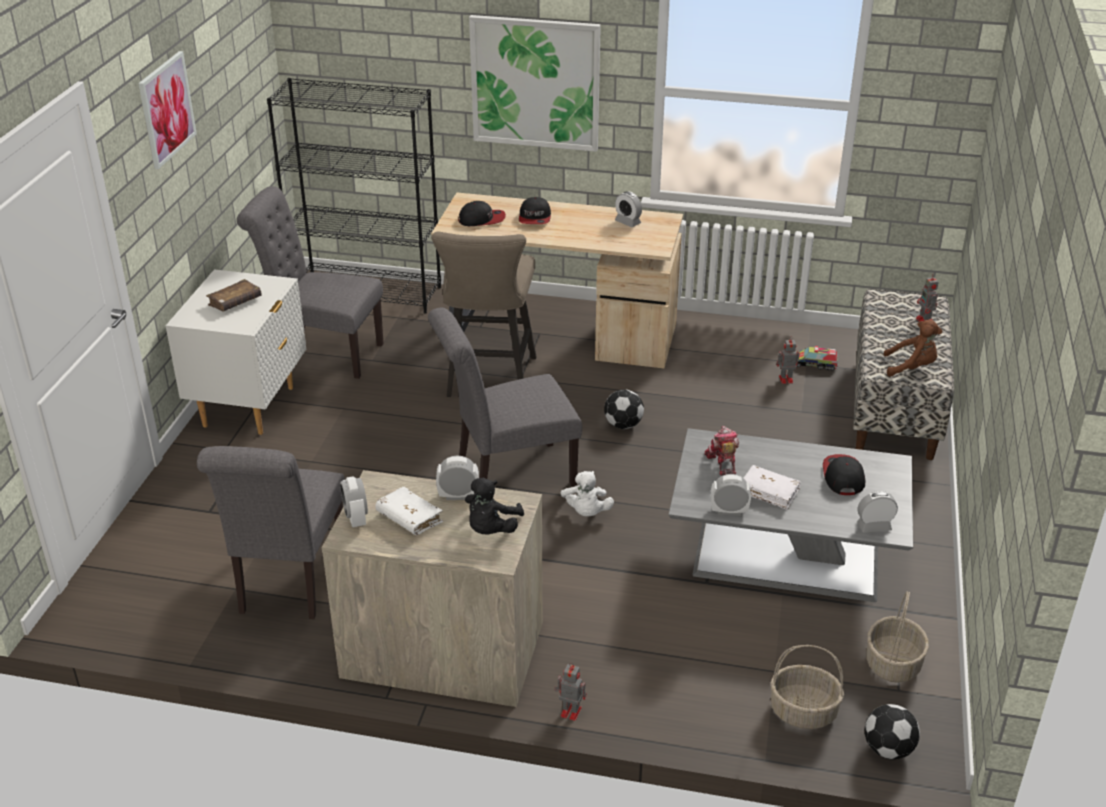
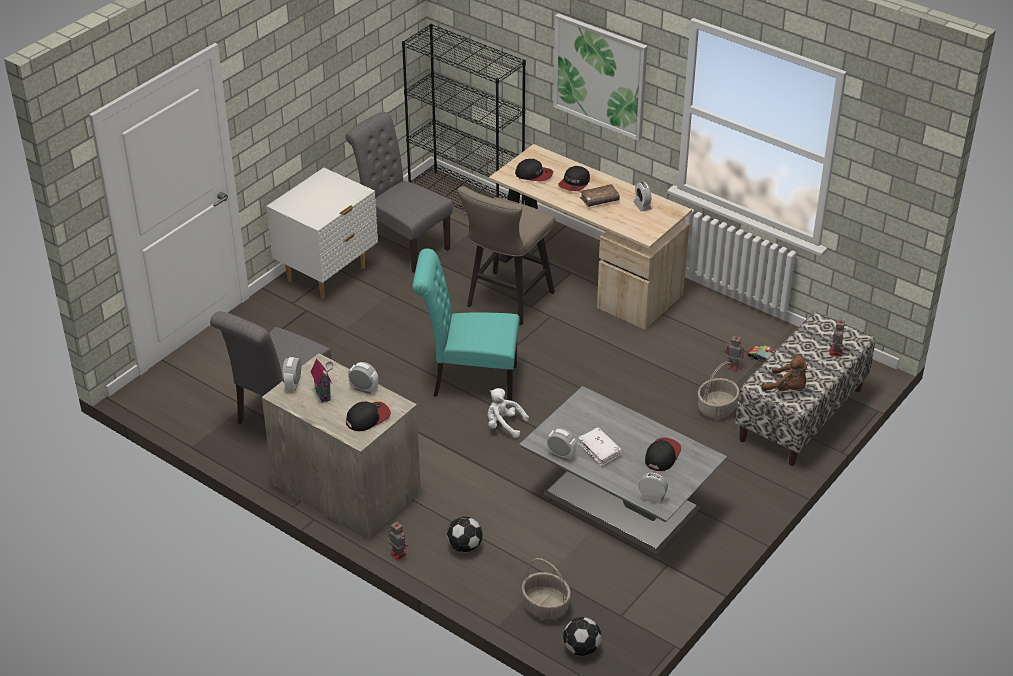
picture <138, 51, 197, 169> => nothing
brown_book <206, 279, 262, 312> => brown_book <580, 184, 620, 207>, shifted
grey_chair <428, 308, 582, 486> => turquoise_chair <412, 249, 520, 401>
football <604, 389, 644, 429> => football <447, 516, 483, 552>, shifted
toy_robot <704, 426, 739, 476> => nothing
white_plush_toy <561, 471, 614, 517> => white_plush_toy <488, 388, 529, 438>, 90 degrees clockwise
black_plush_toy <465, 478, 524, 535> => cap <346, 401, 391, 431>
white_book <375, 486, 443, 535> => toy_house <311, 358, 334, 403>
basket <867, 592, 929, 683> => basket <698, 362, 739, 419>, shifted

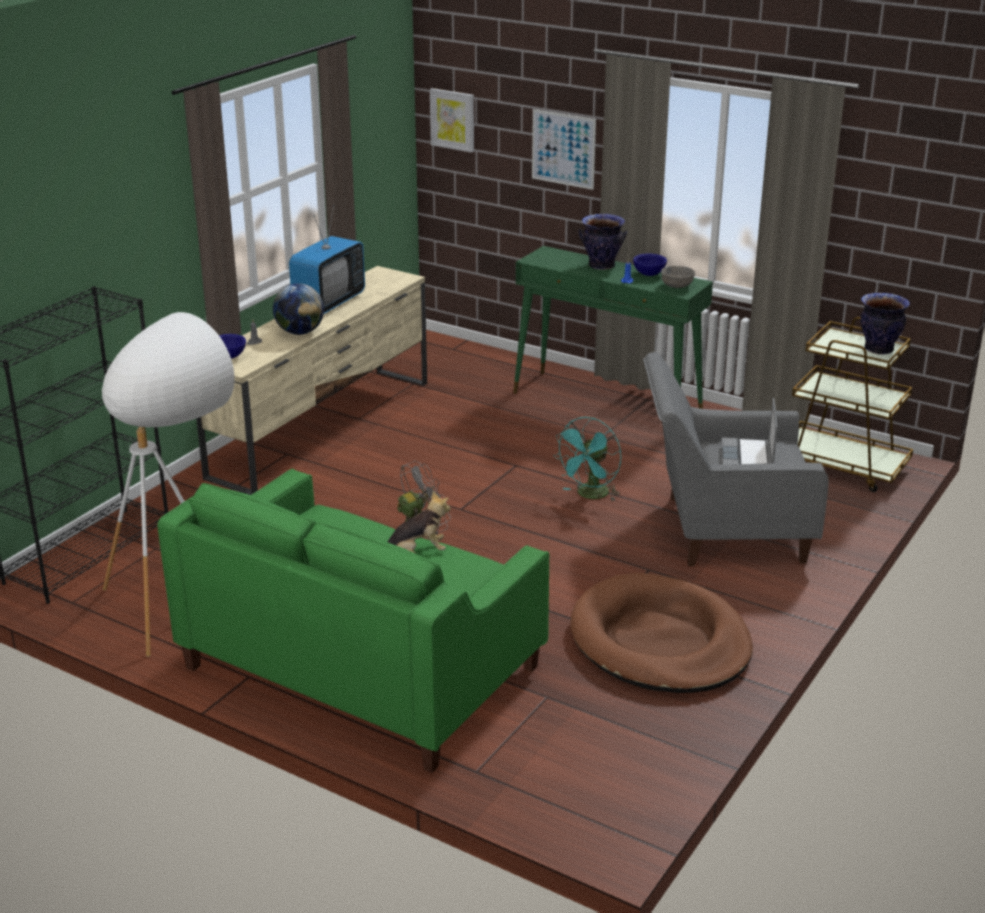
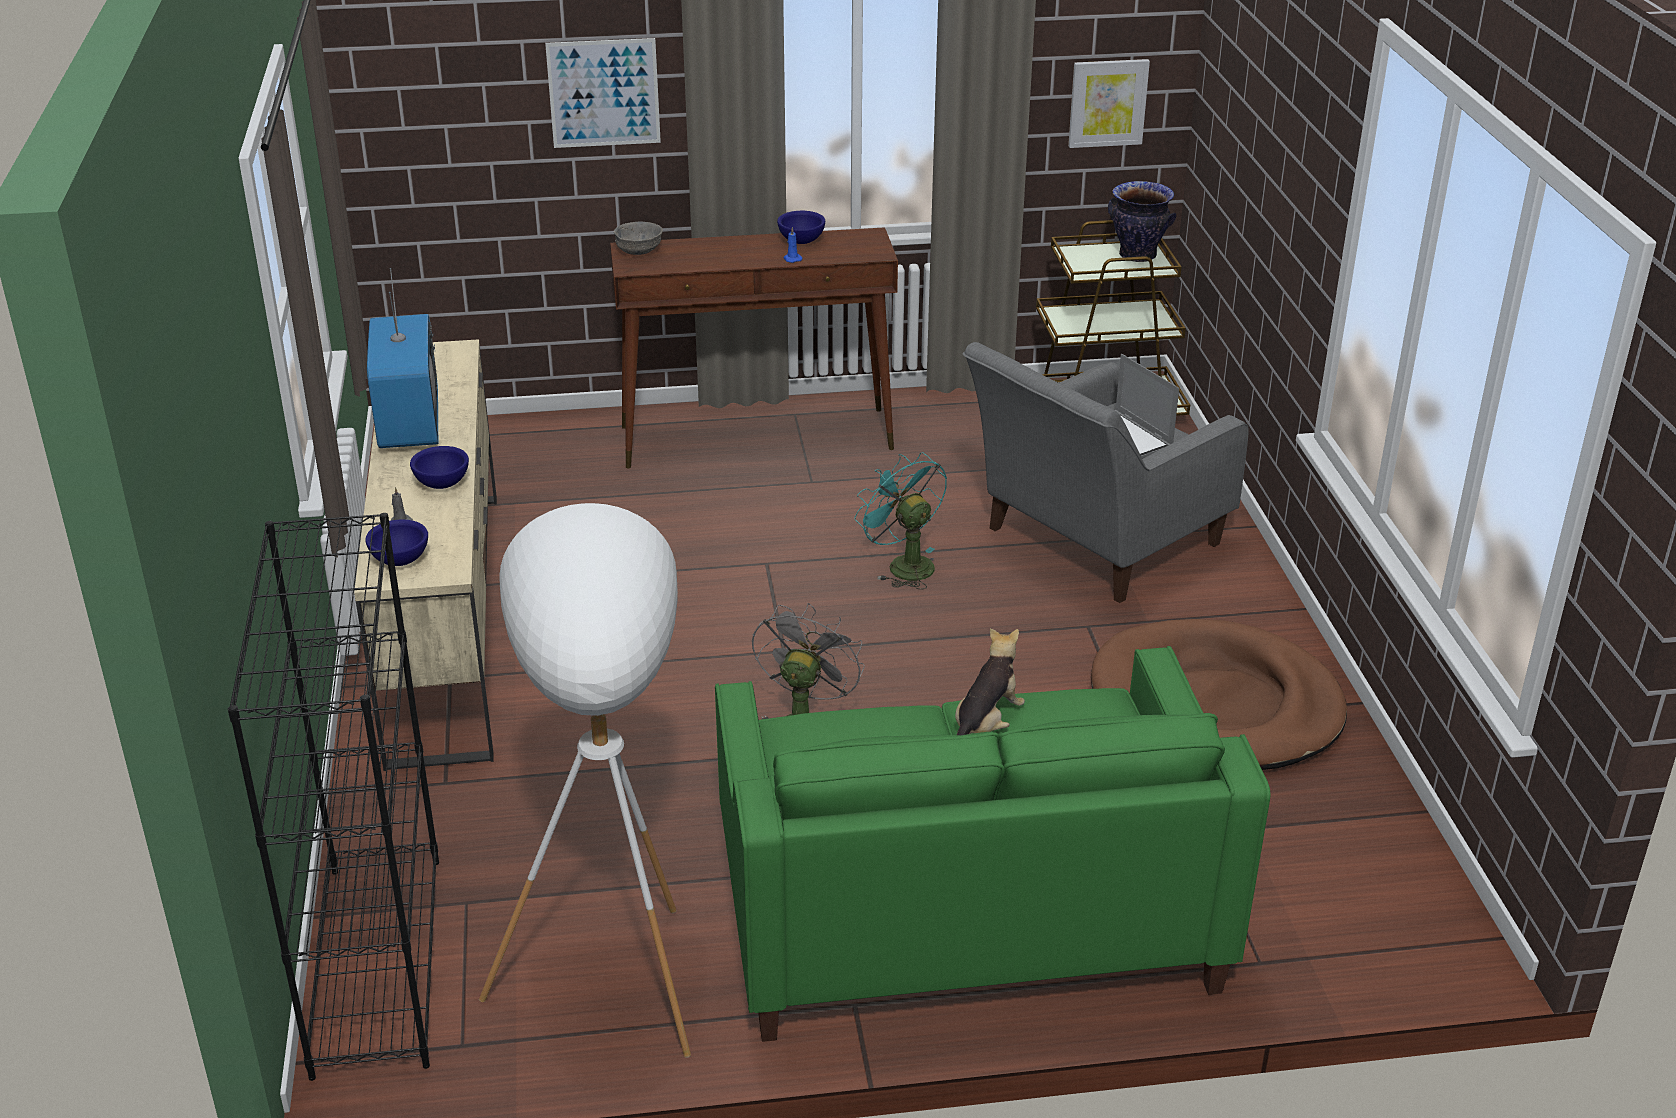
picture <430, 88, 474, 153> => picture <1068, 59, 1150, 148>, shifted
vase <578, 214, 628, 270> => nothing
green_console_table <513, 246, 713, 409> => brown_console_table <610, 227, 898, 468>
grey_bowl <661, 266, 695, 288> => grey_bowl <614, 221, 663, 255>, shifted
globe <273, 283, 324, 335> => blue_bowl <410, 446, 469, 489>
turquoise_fan <553, 417, 621, 501> => turquoise_fan <854, 452, 947, 590>, 150 degrees clockwise

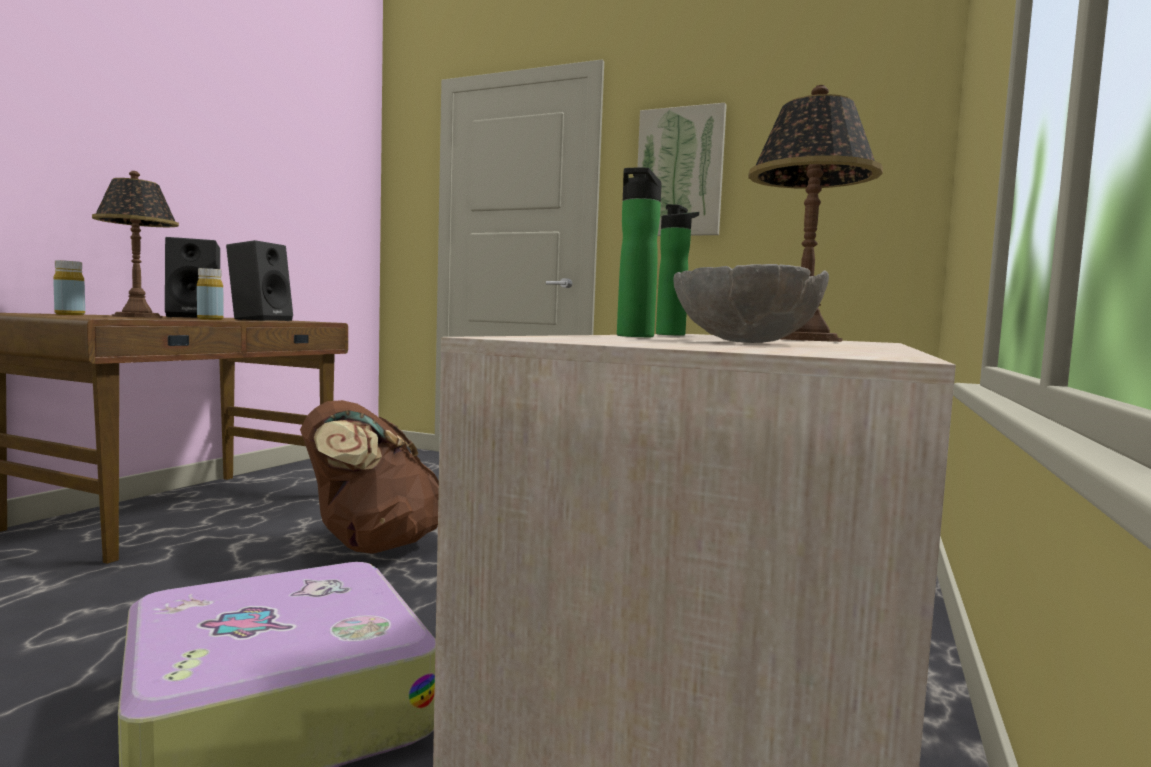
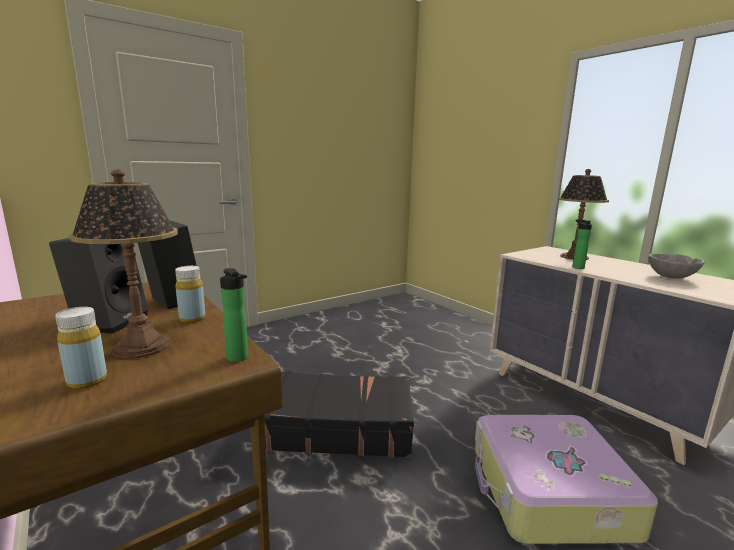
picture <637, 103, 727, 236> => nothing
bottle <617, 167, 662, 337> => bottle <220, 268, 248, 362>, shifted
brown_backpack <300, 400, 439, 554> => black_suitcase <251, 371, 414, 458>

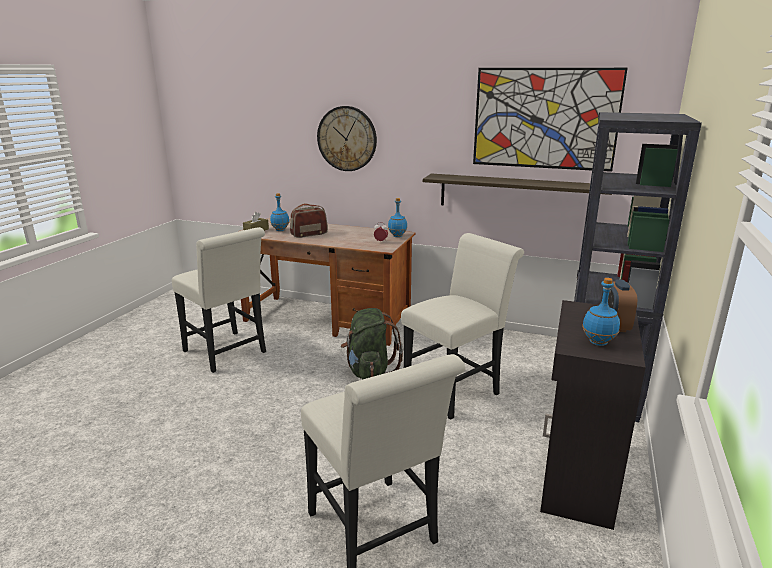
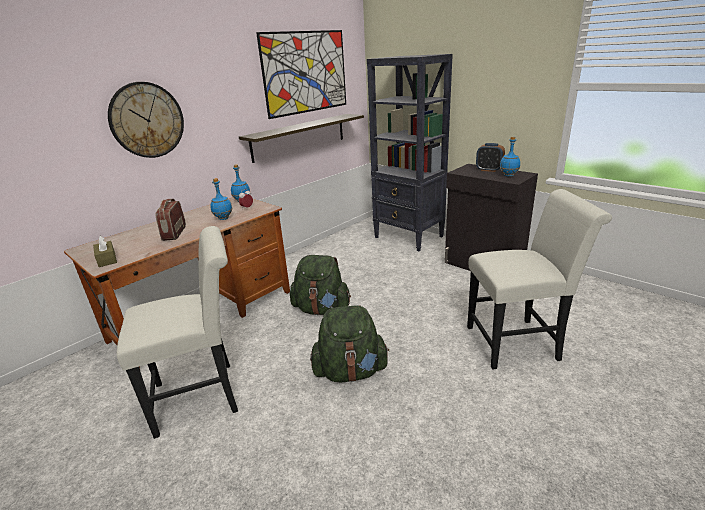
blue_bottle <270, 193, 290, 231> => blue_bottle <210, 178, 232, 220>, shifted
white_chair <401, 233, 524, 420> => nothing
nothing => green_backpack <310, 305, 389, 383>

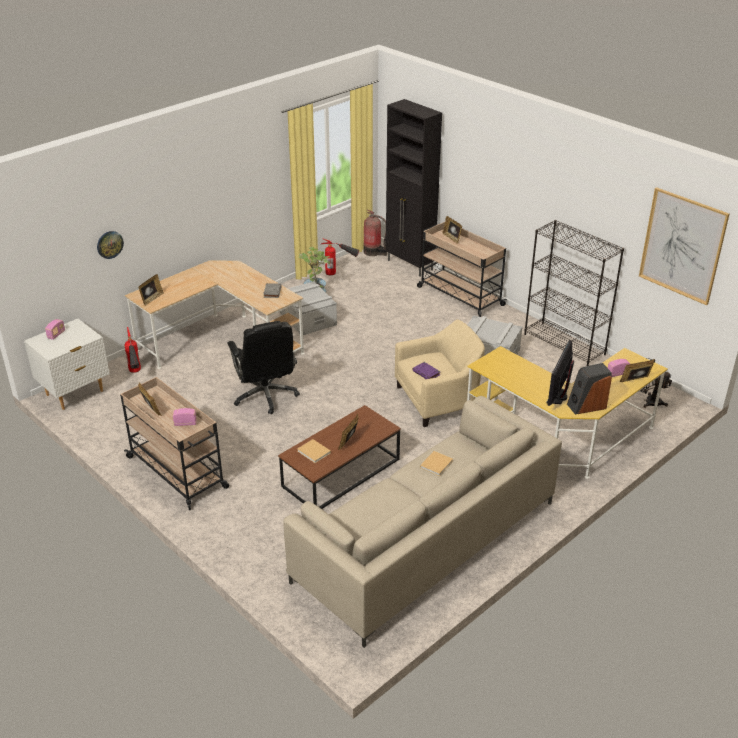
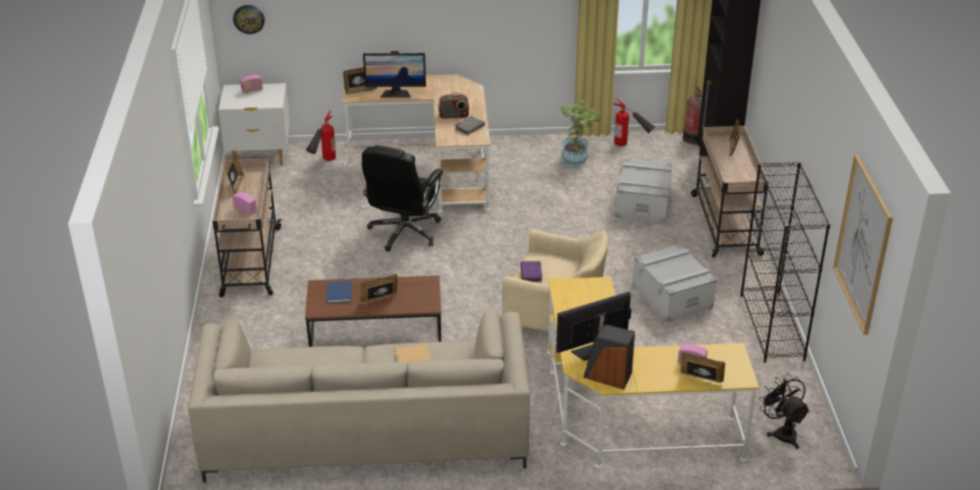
wall_clock <97, 231, 124, 259> => wall_clock <233, 5, 265, 34>, shifted
grey_storage_box <280, 281, 337, 335> => grey_storage_box <616, 158, 672, 223>, shifted
beige_book <297, 439, 331, 463> => blue_book <327, 281, 352, 303>
nothing => monitor <363, 51, 426, 98>
nothing => radio <438, 93, 469, 119>

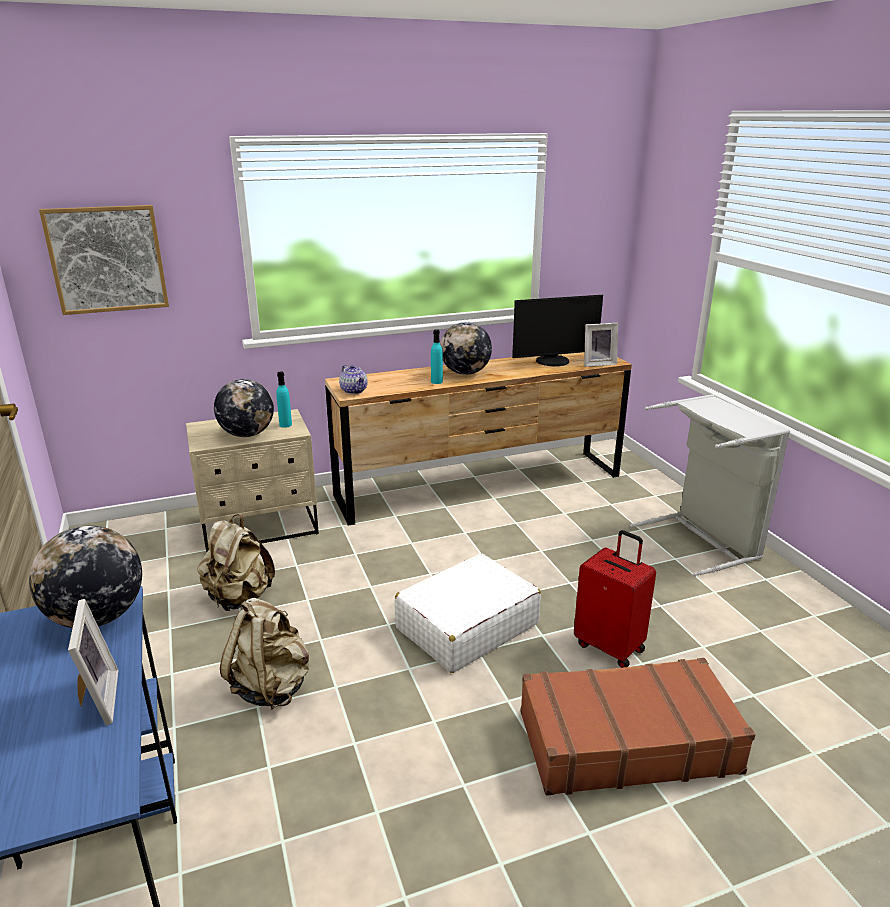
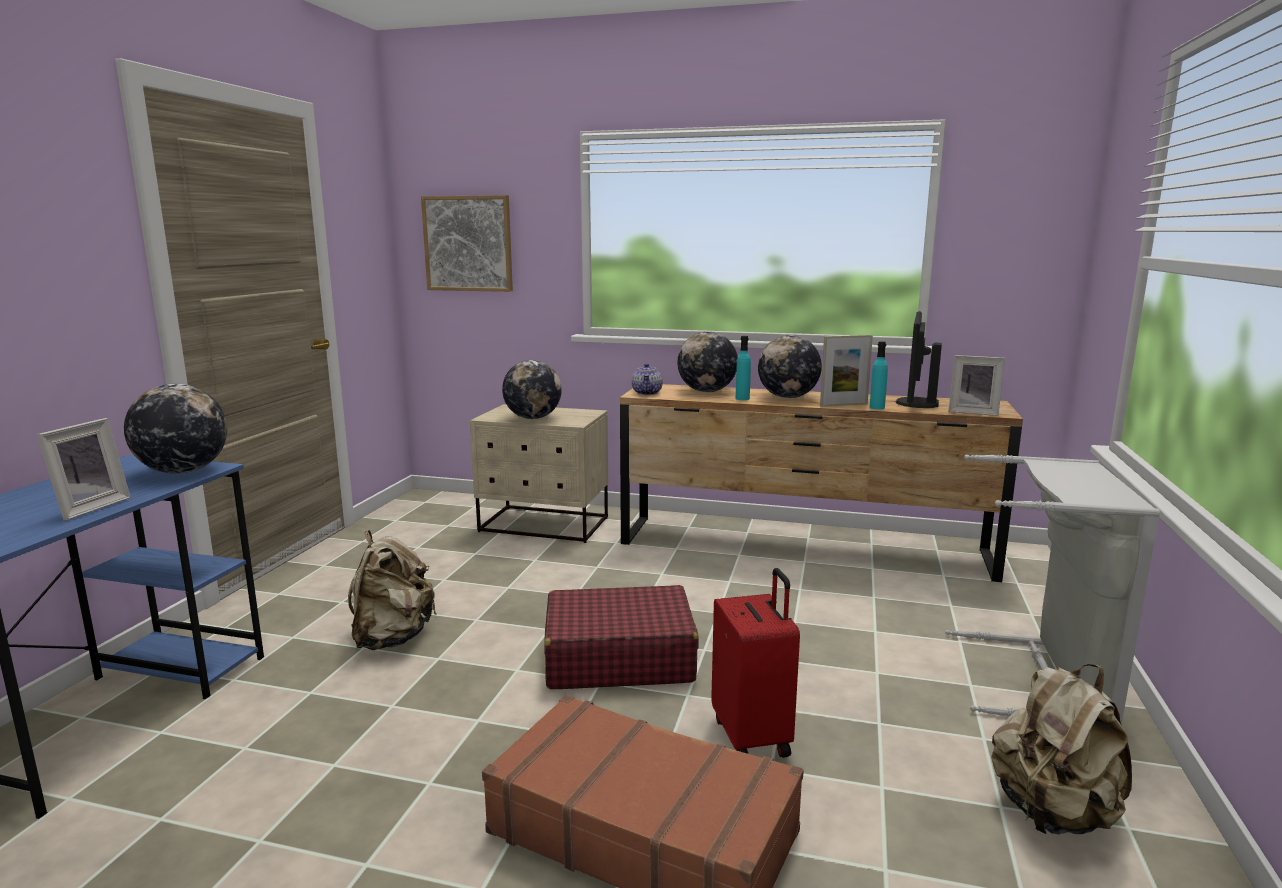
monitor <512, 295, 603, 366> => monitor <896, 311, 942, 408>, 90 degrees clockwise
turquoise_bottle <276, 371, 292, 428> => turquoise_bottle <869, 341, 888, 410>, shifted
beige_backpack <197, 514, 275, 611> => beige_backpack <991, 664, 1132, 834>, shifted
white_suitcase <394, 553, 541, 673> => red_suitcase <544, 585, 699, 689>
nothing => globe <677, 331, 738, 392>
nothing => picture_frame <820, 335, 873, 407>

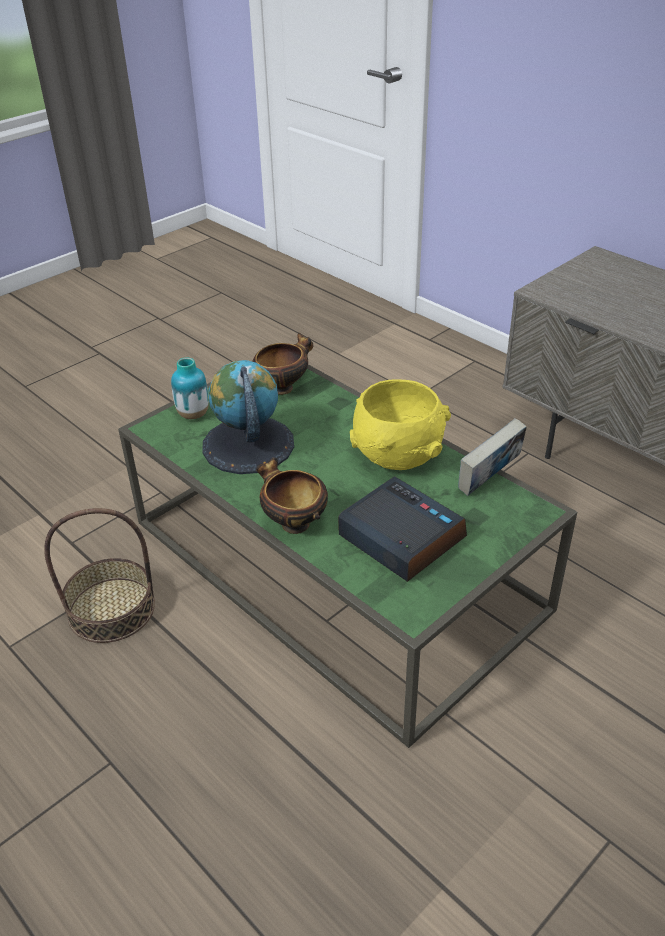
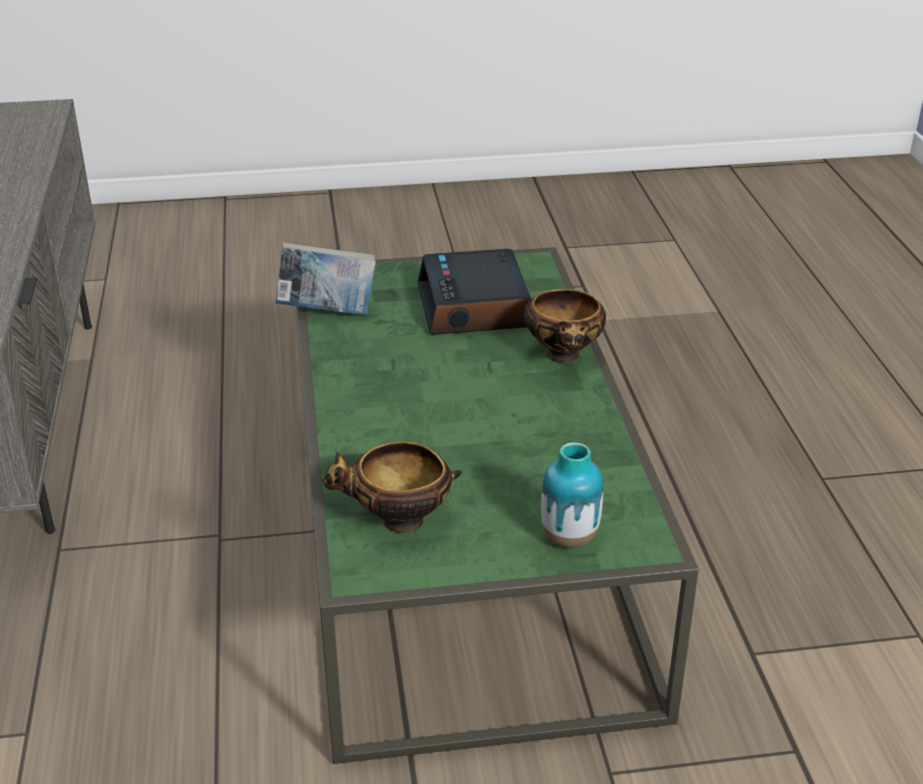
globe <202, 360, 294, 474> => nothing
yellow_bowl <350, 380, 451, 470> => nothing
basket <44, 508, 155, 643> => nothing

